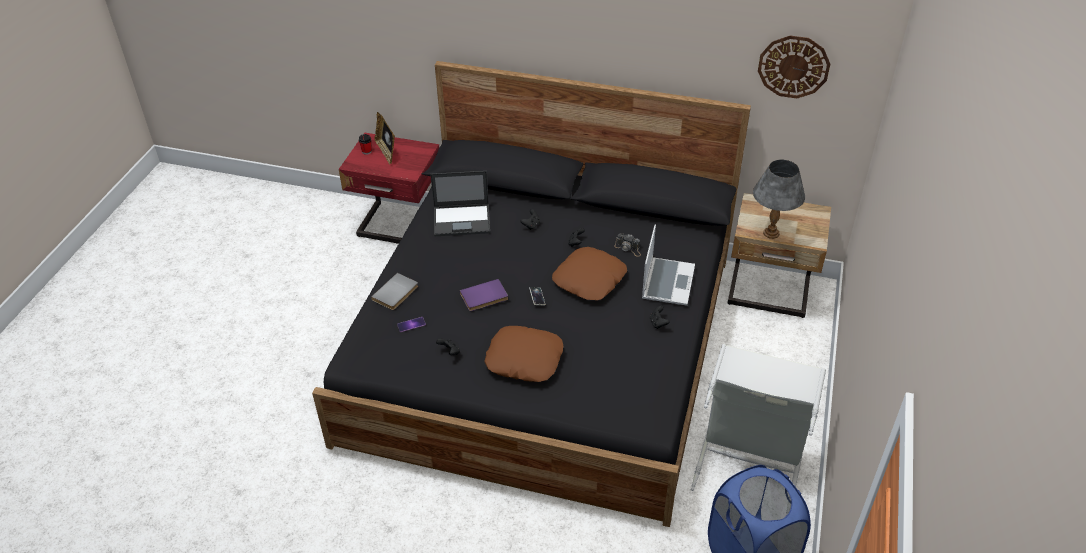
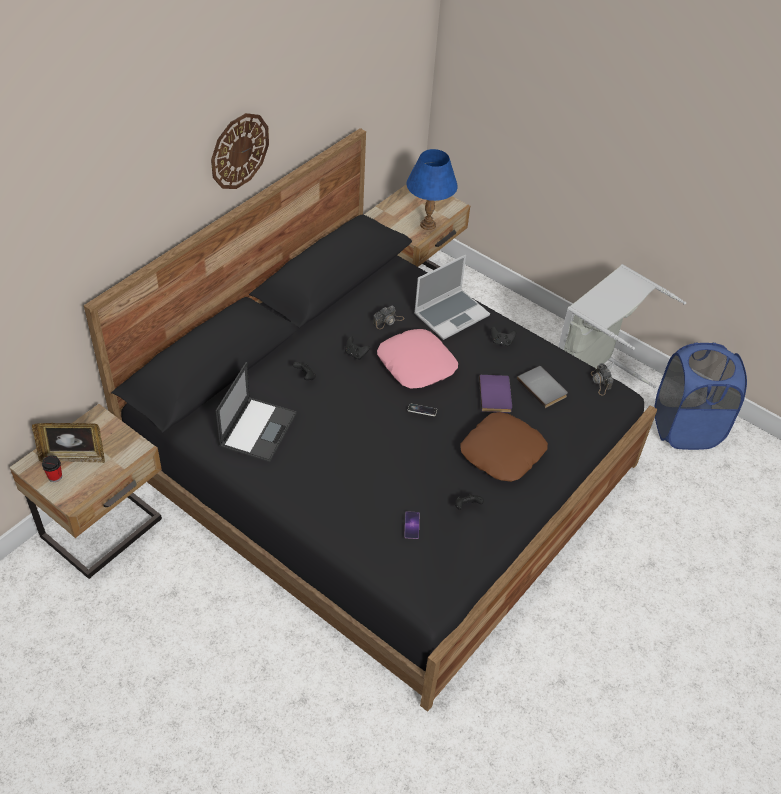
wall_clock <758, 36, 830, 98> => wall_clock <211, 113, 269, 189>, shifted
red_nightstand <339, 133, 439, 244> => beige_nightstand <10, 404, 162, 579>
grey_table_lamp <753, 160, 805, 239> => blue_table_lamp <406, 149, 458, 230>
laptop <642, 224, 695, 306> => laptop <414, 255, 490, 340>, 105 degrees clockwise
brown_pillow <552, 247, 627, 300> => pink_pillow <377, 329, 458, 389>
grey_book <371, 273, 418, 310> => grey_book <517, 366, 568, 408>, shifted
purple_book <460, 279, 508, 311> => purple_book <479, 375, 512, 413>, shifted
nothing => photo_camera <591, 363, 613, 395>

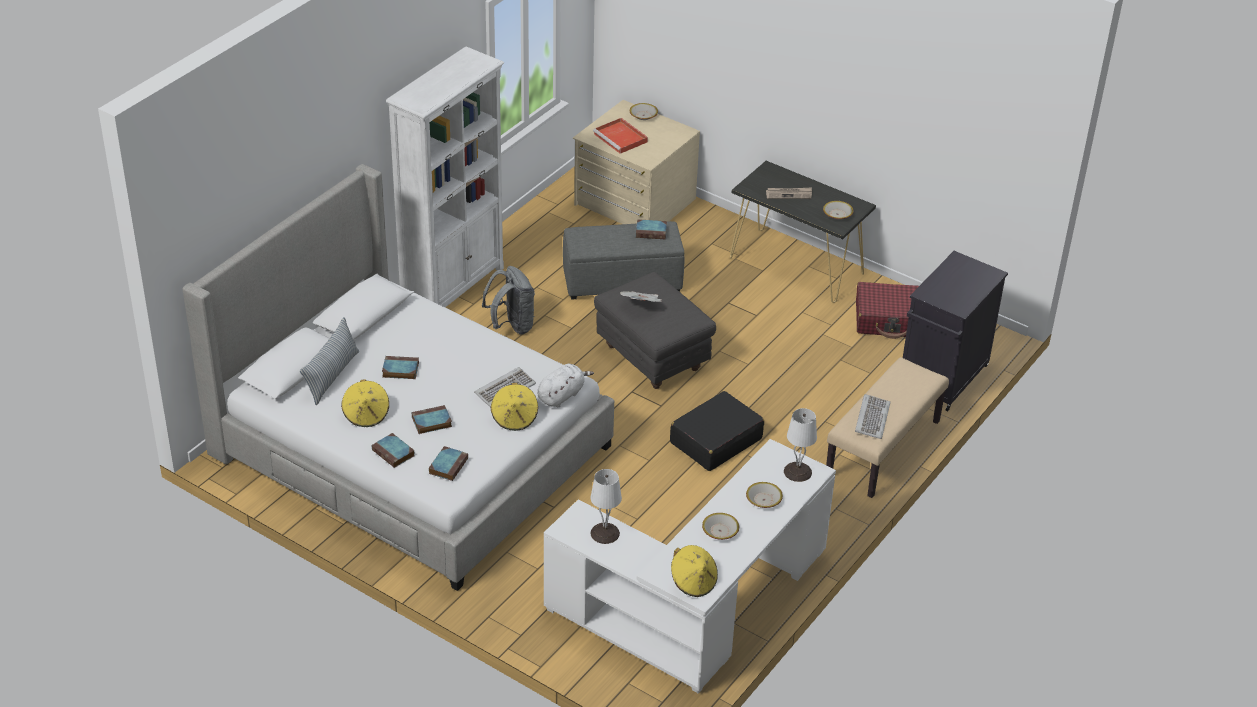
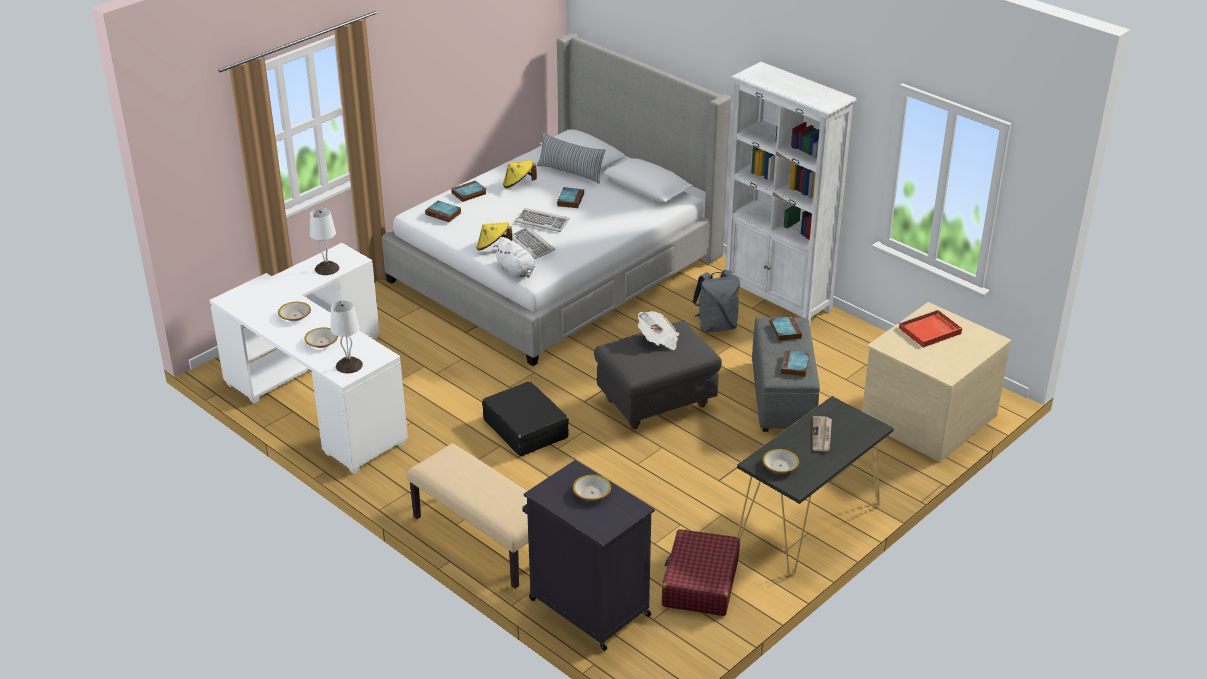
bowl <630, 103, 658, 120> => bowl <573, 475, 611, 500>, shifted
keyboard <855, 394, 890, 439> => keyboard <515, 208, 570, 232>, shifted
book <412, 405, 452, 434> => book <770, 316, 802, 341>, shifted
yellow_hat <671, 545, 718, 597> => nothing

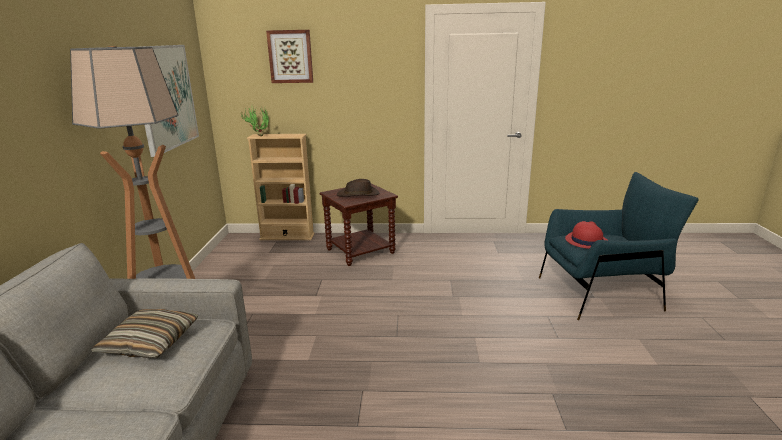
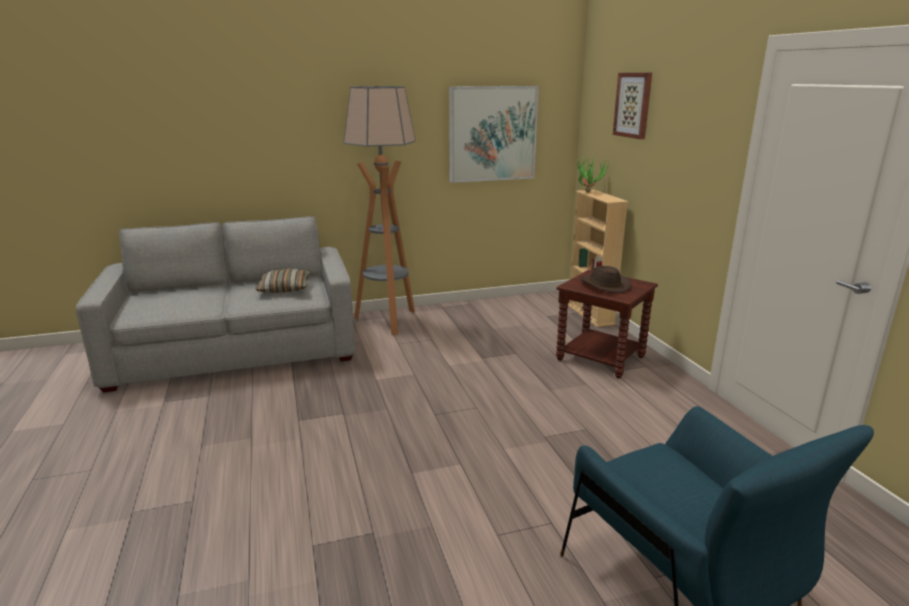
red_hat <565, 221, 607, 249> => nothing

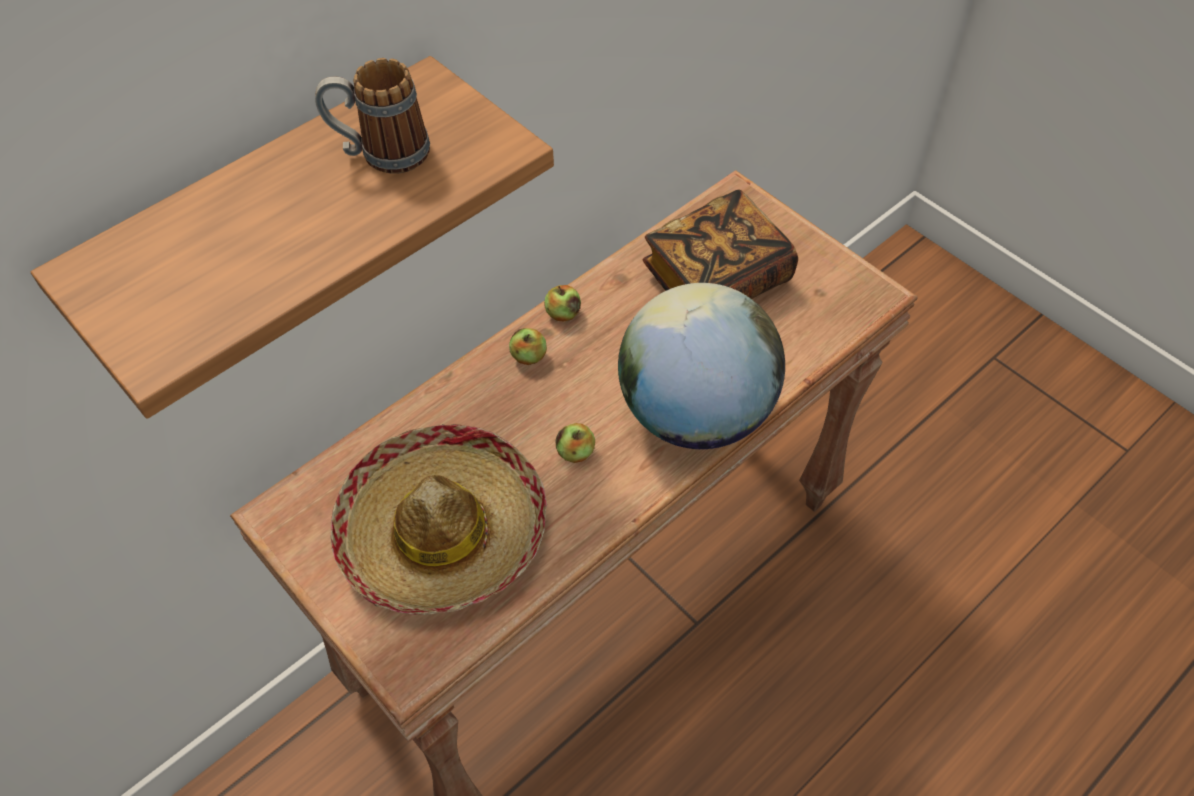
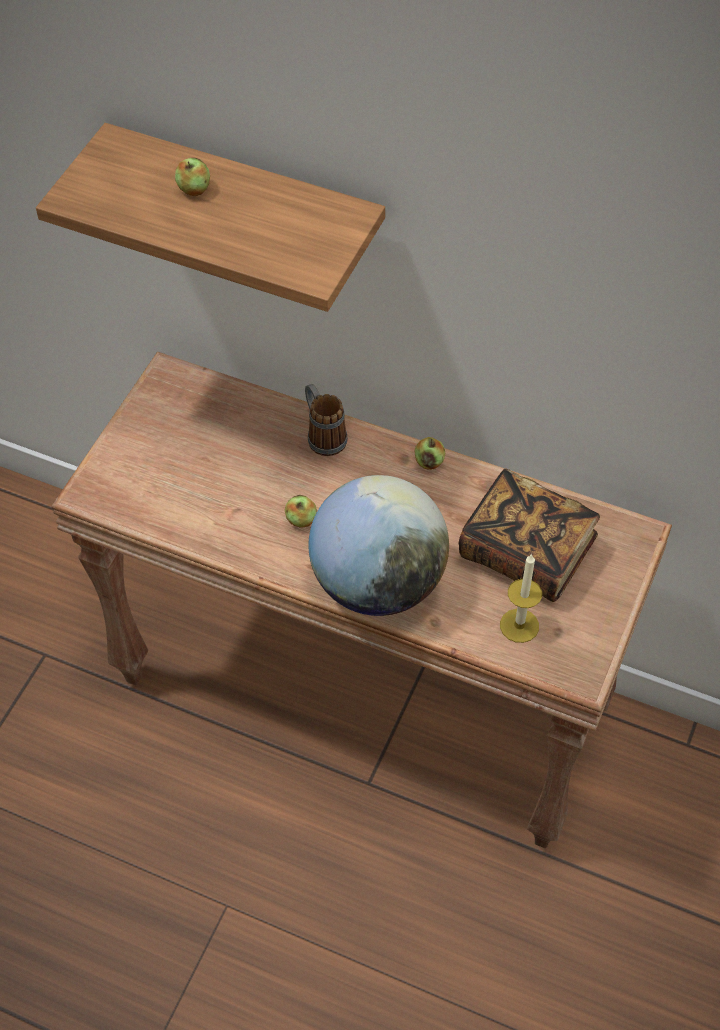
mug <315, 58, 430, 174> => mug <305, 384, 348, 456>, shifted
apple <509, 328, 547, 365> => apple <175, 158, 210, 196>, shifted
hat <331, 424, 547, 615> => nothing
nothing => candle <500, 554, 542, 643>

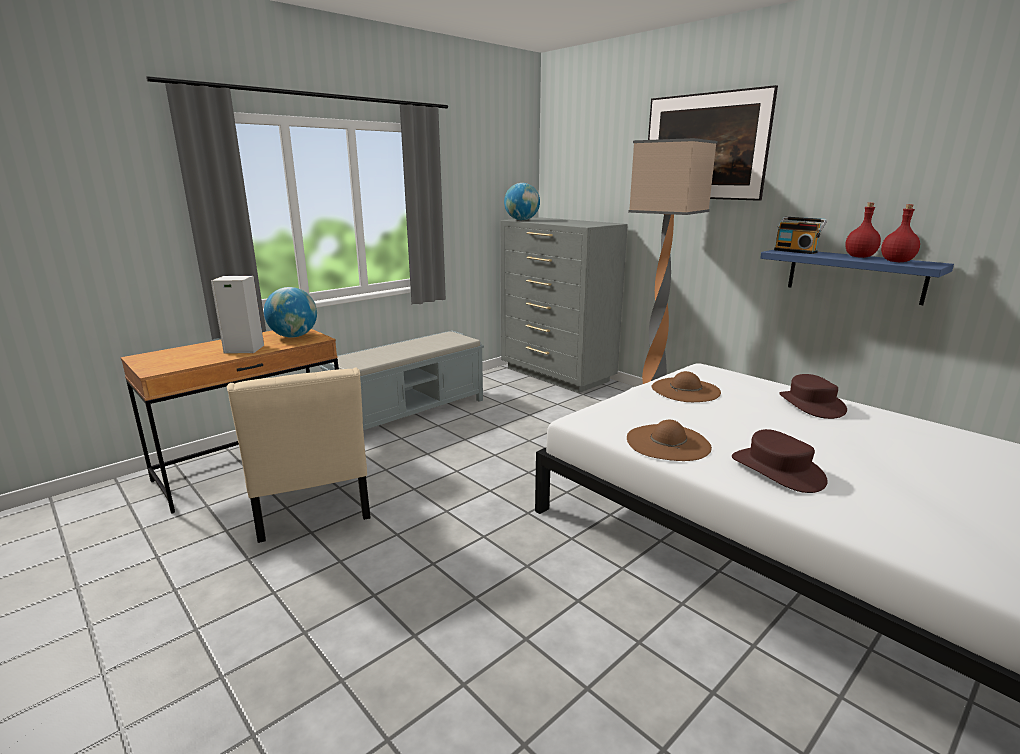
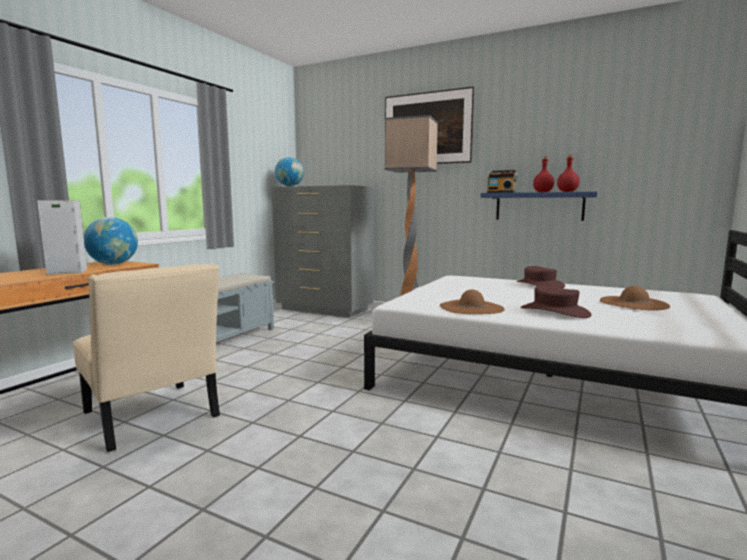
brown_hat <652, 371, 721, 402> => brown_hat <600, 286, 670, 311>, shifted

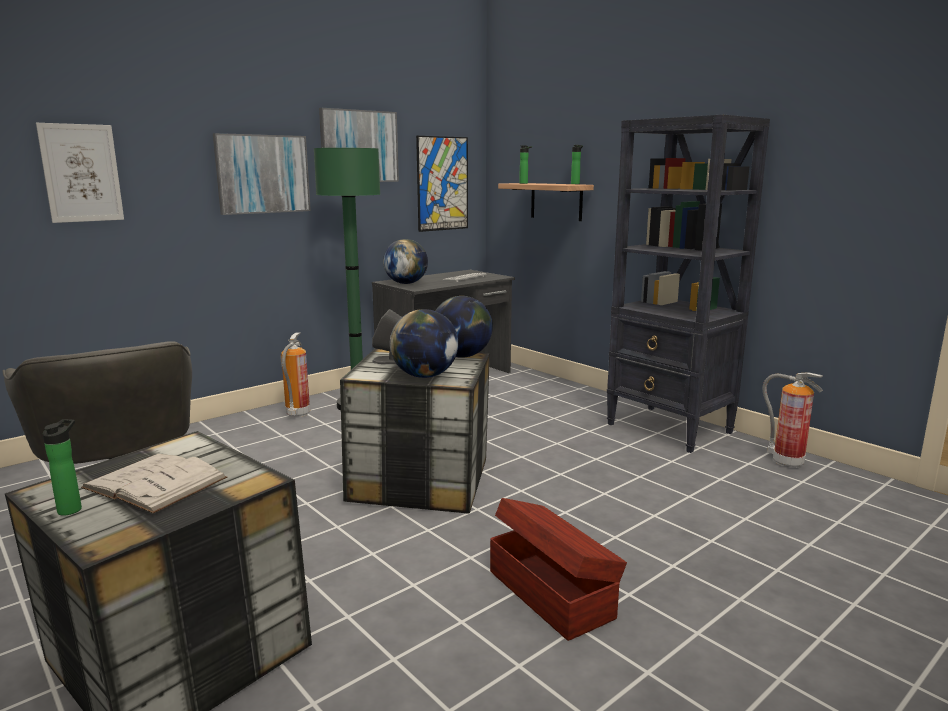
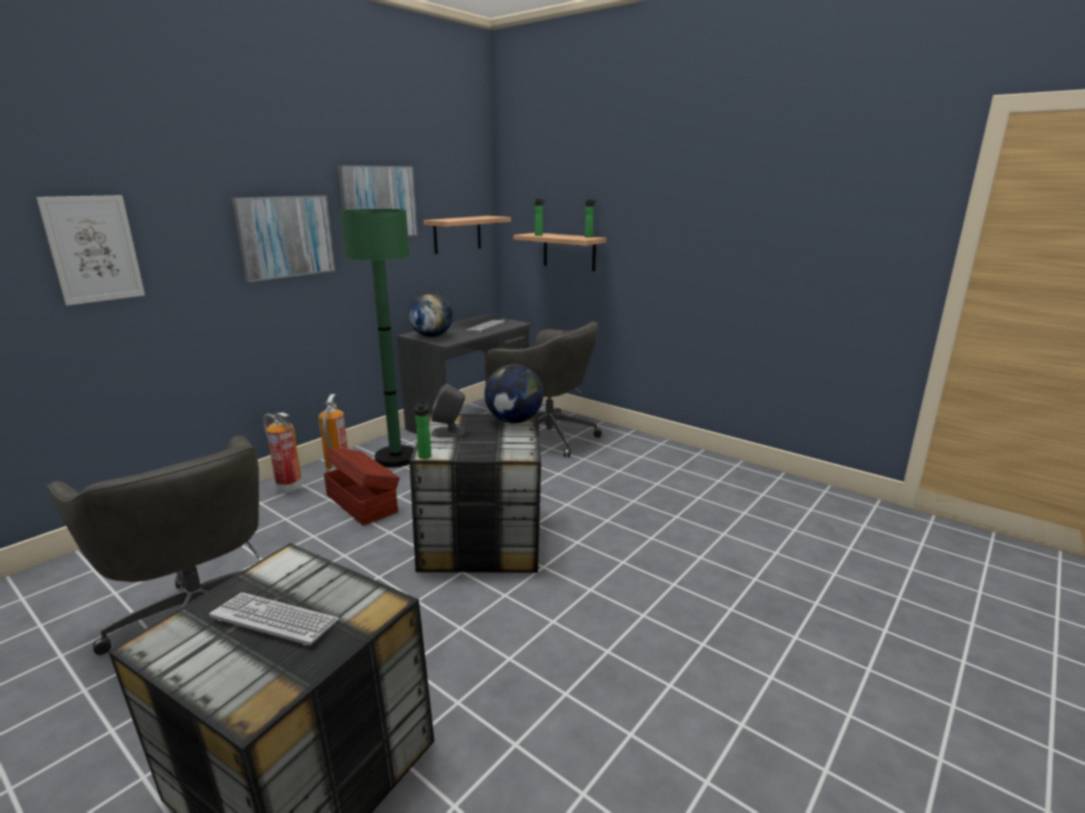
black_bookcase <607, 114, 770, 453> => nothing
picture <416, 136, 468, 232> => shelf <423, 216, 511, 254>
globe <390, 309, 458, 378> => nothing
fire_extinguisher <763, 372, 823, 468> => fire_extinguisher <263, 412, 302, 493>, shifted
bottle <43, 419, 82, 515> => bottle <415, 401, 431, 459>, shifted
white_book <81, 454, 227, 514> => keyboard <209, 592, 339, 646>
brown_storage_box <490, 498, 627, 641> => brown_storage_box <324, 447, 400, 525>, shifted
nothing => grey_office_chair <485, 321, 602, 457>

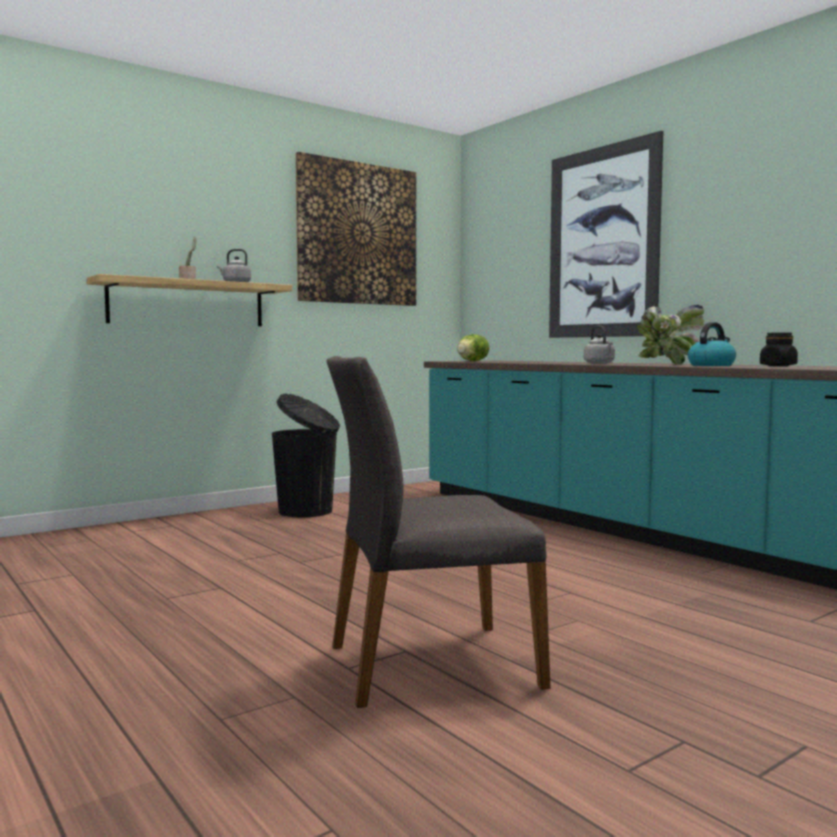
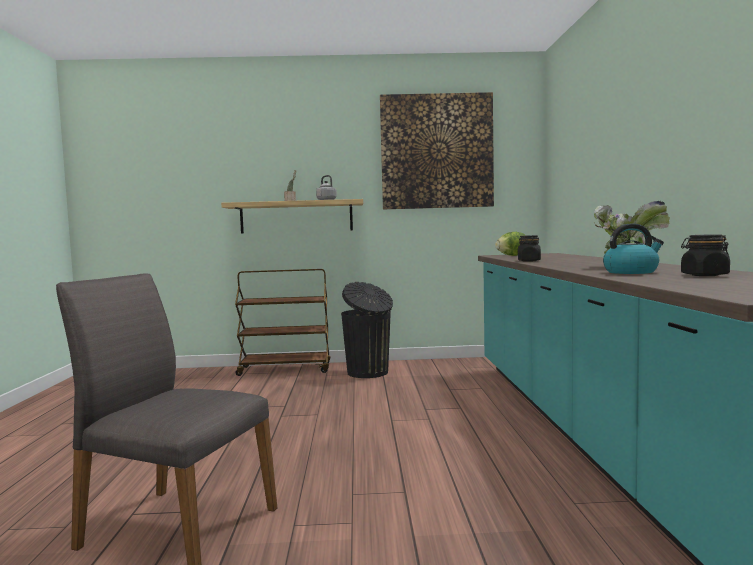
picture <549, 131, 663, 338> => nothing
grey_kettle <584, 326, 615, 364> => nothing
nothing => black_jar <518, 235, 541, 261>
nothing => brown_cart <235, 269, 330, 376>

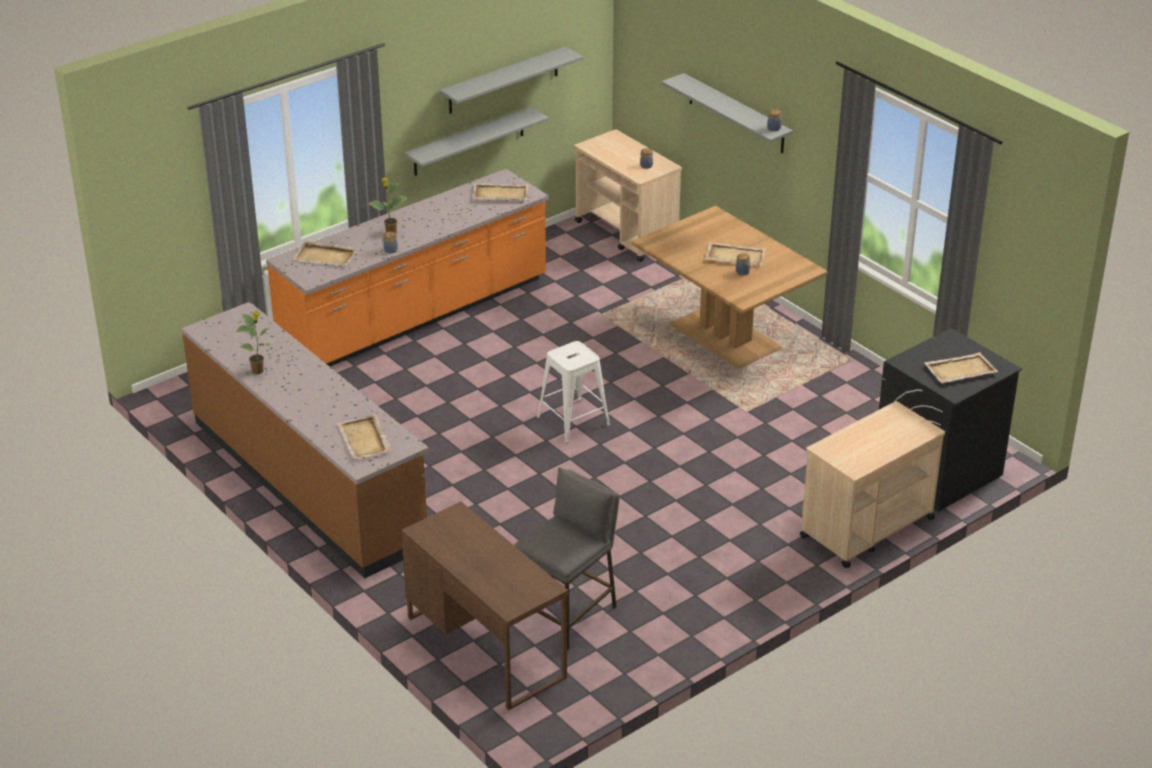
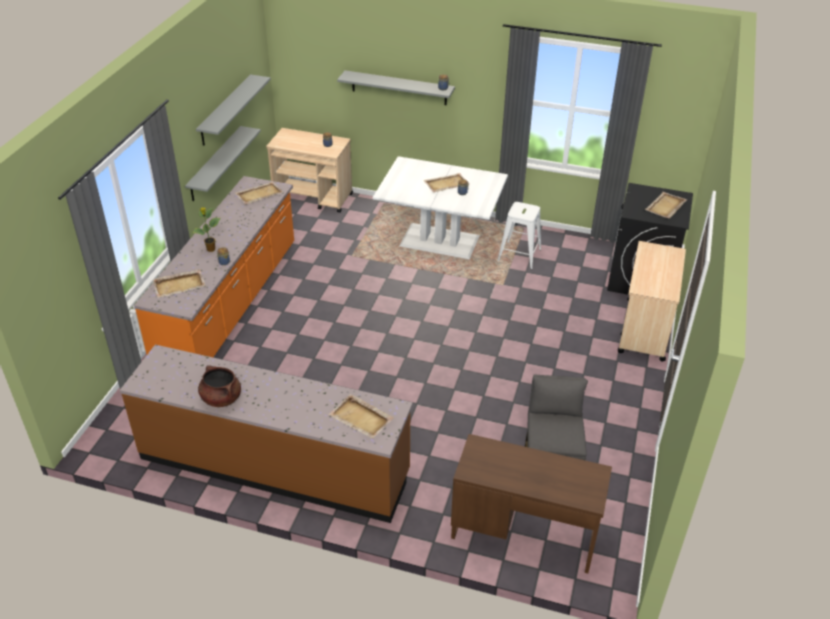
brown_dining_table <632, 206, 828, 369> => white_dining_table <373, 156, 508, 259>
potted_plant <236, 311, 271, 374> => brown_cooking_pot <198, 365, 241, 407>
white_stool <537, 341, 610, 443> => white_stool <498, 202, 541, 269>, shifted

